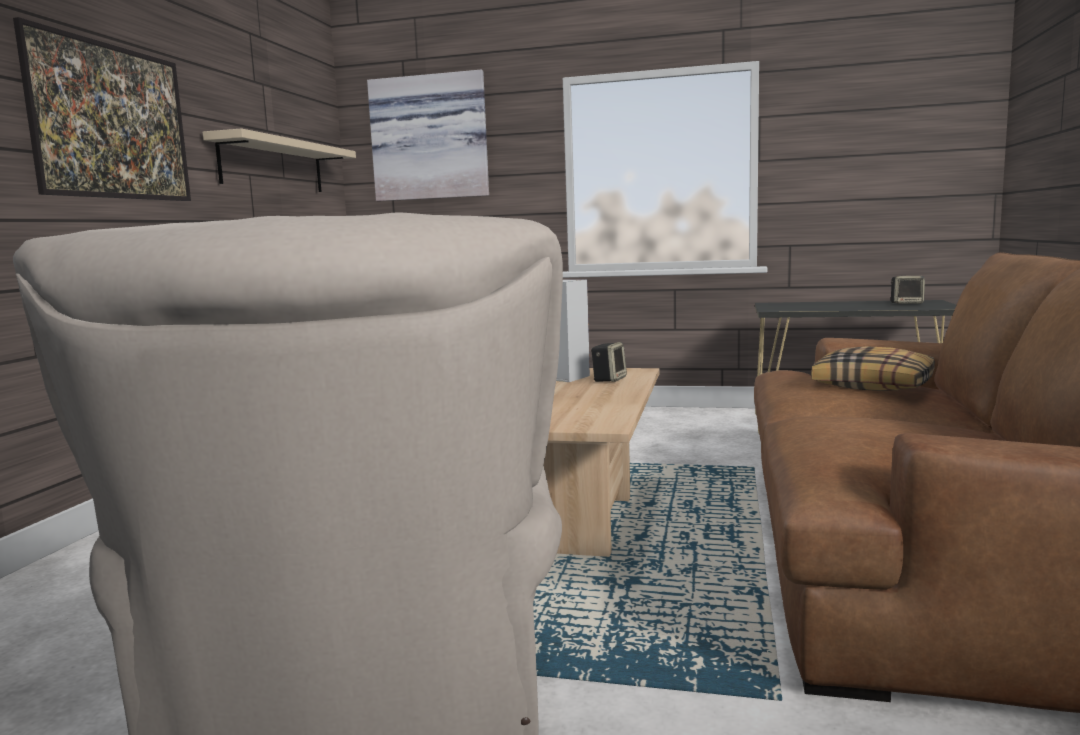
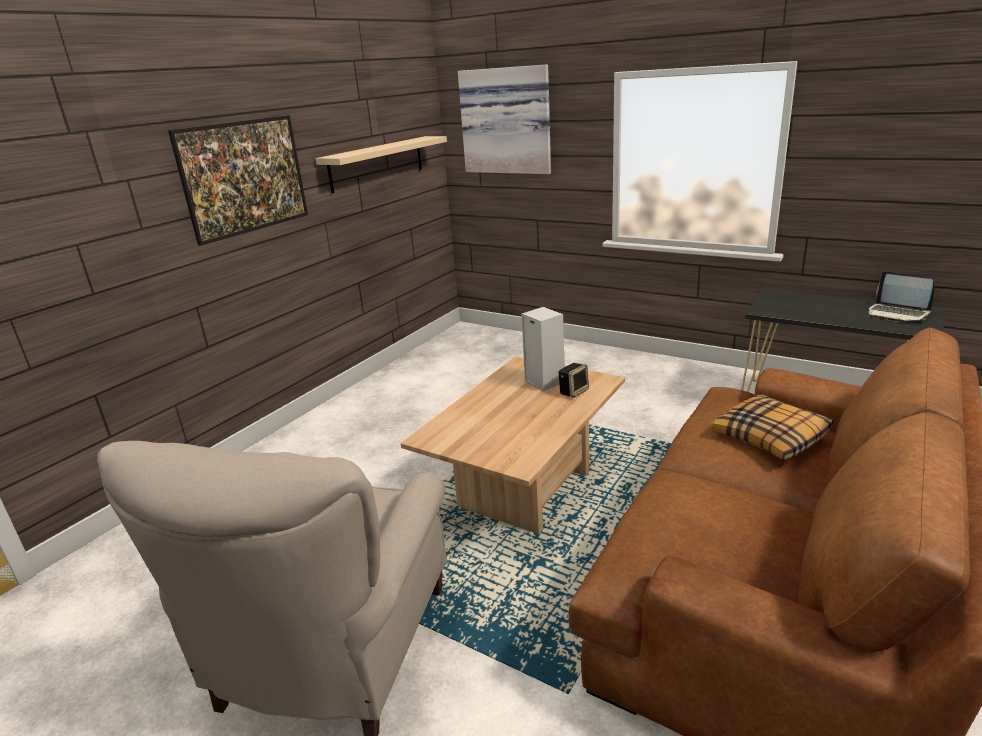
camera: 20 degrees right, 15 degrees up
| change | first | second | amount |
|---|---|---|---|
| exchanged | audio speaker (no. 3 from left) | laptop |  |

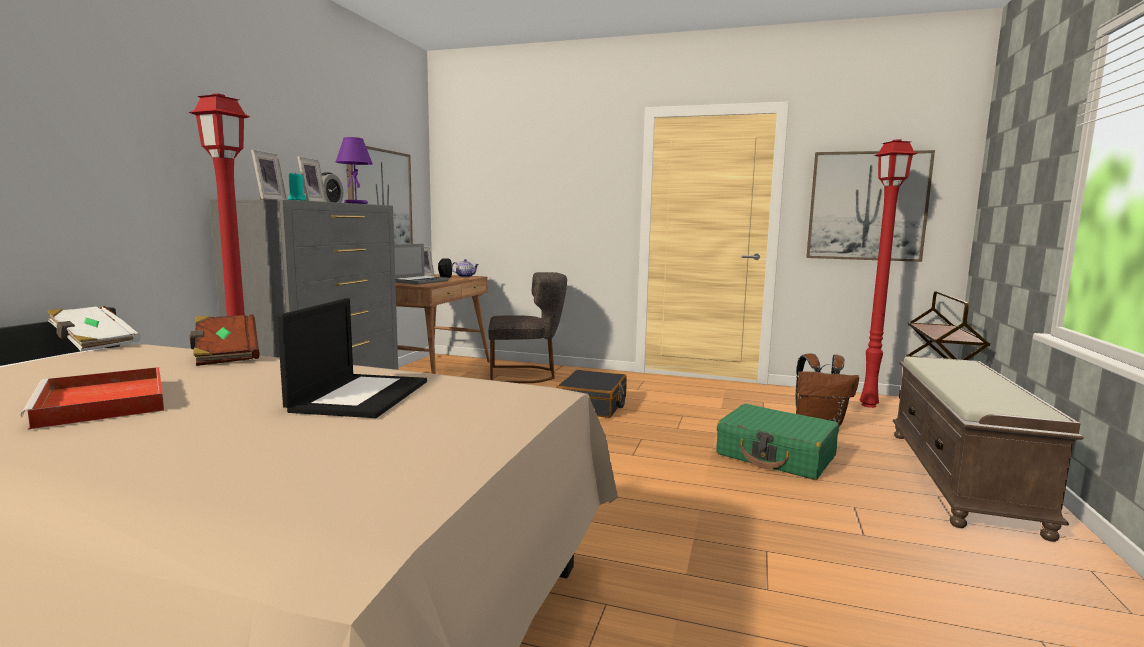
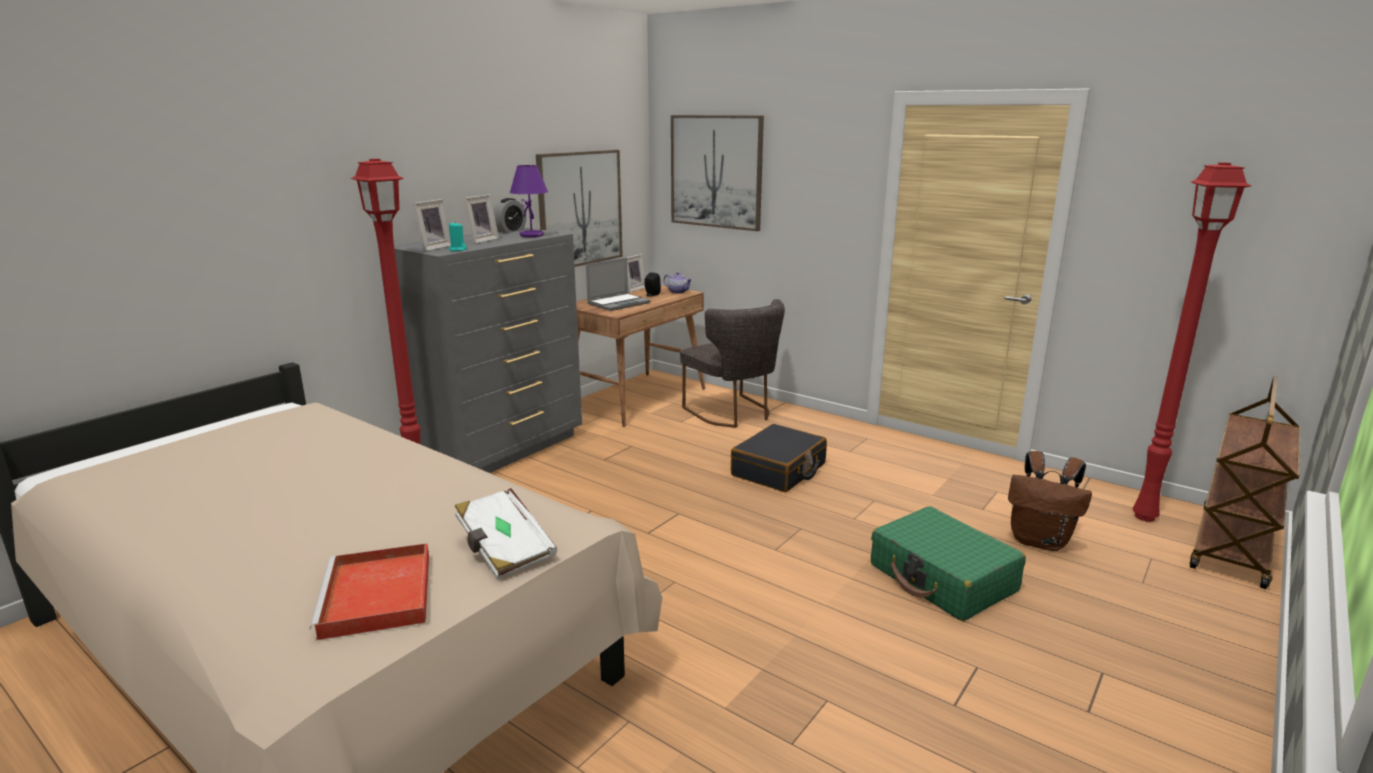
camera: 20 degrees right, 10 degrees up
| change | first | second | amount |
|---|---|---|---|
| relocated | red tray |  |  |
| relocated | white-coloured volume |  |  |
| relocated | wall art (no. 2 from left) |  |  |
| spun | gray chair |  | 45 degrees clockwise |
| missing | brown volume |  |  |
| missing | laptop (no. 1 from left) |  |  |
| missing | brown indoor bench |  |  |

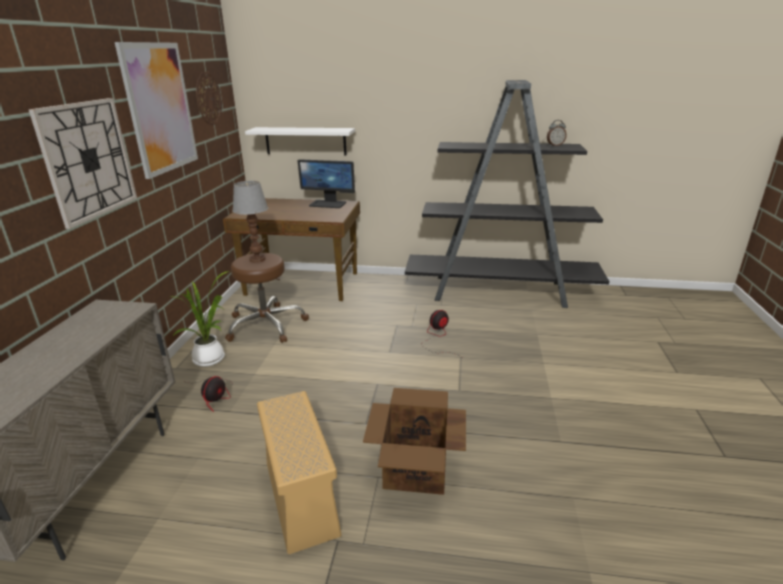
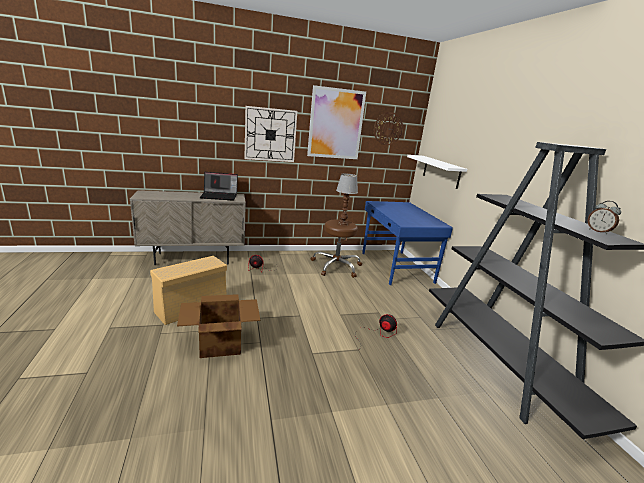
camera: 65 degrees right, 5 degrees down
| change | first | second | amount |
|---|---|---|---|
| appeared |  | laptop |  |
| colour | brown desk unit | bluish desk unit |  |
| missing | plant in a pot |  |  |
| missing | monitor |  |  |

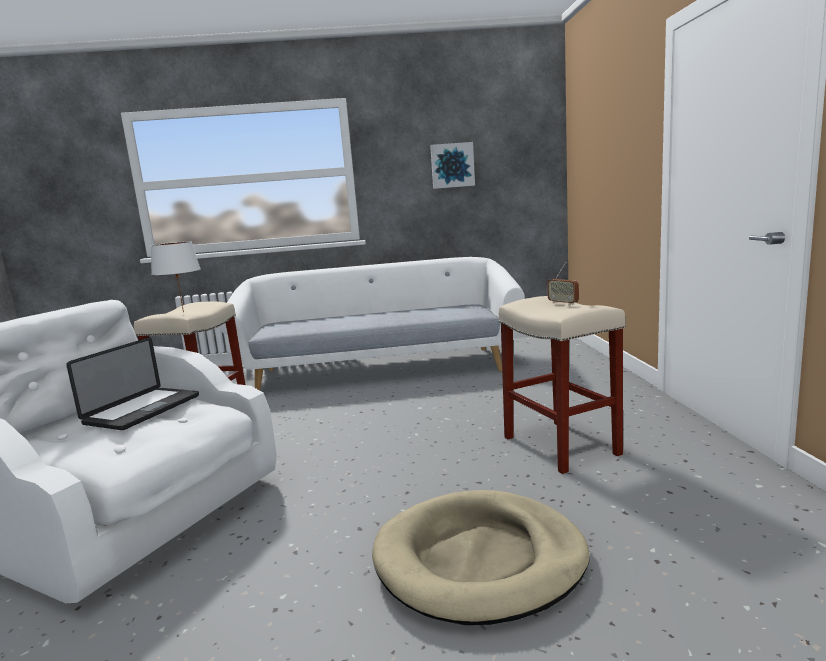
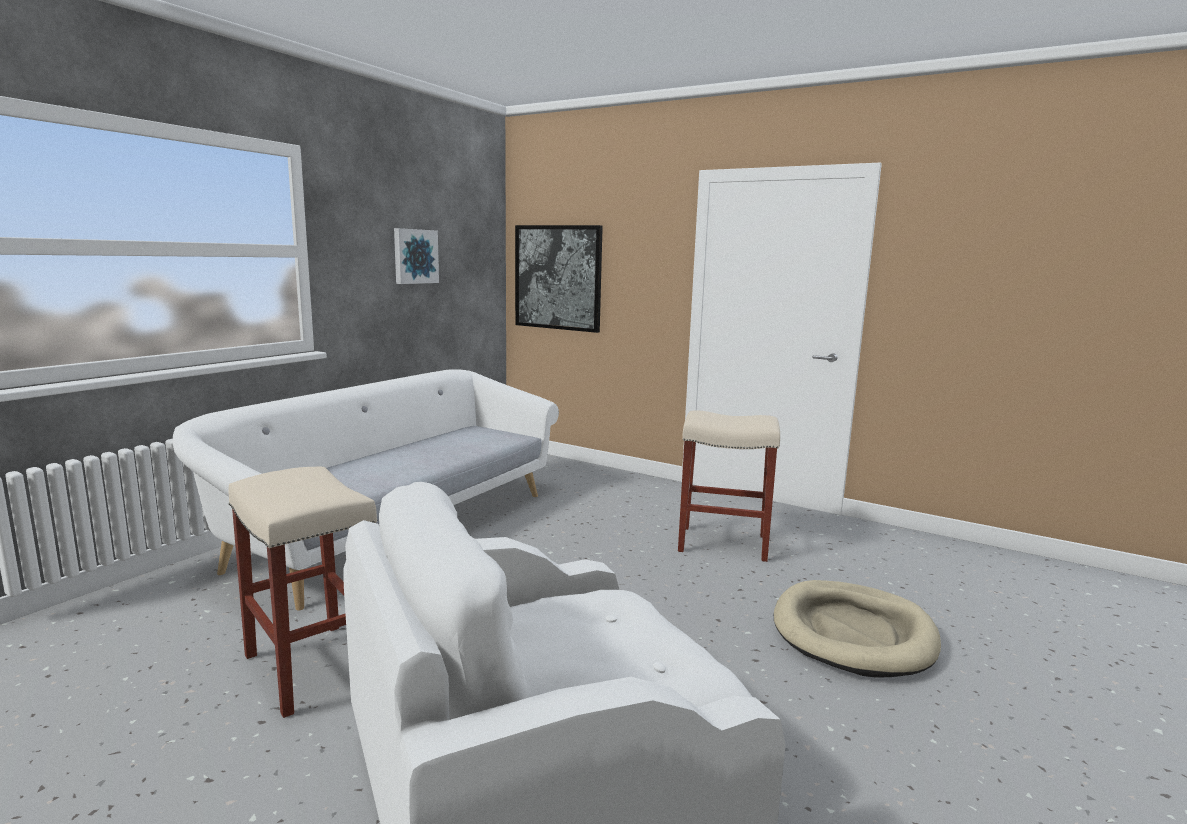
camera: 55 degrees left, 0 degrees up
| change | first | second | amount |
|---|---|---|---|
| appeared |  | wall art (no. 2 from left) |  |
| missing | laptop |  |  |
| missing | white-coloured table lamp |  |  |
| missing | radio |  |  |

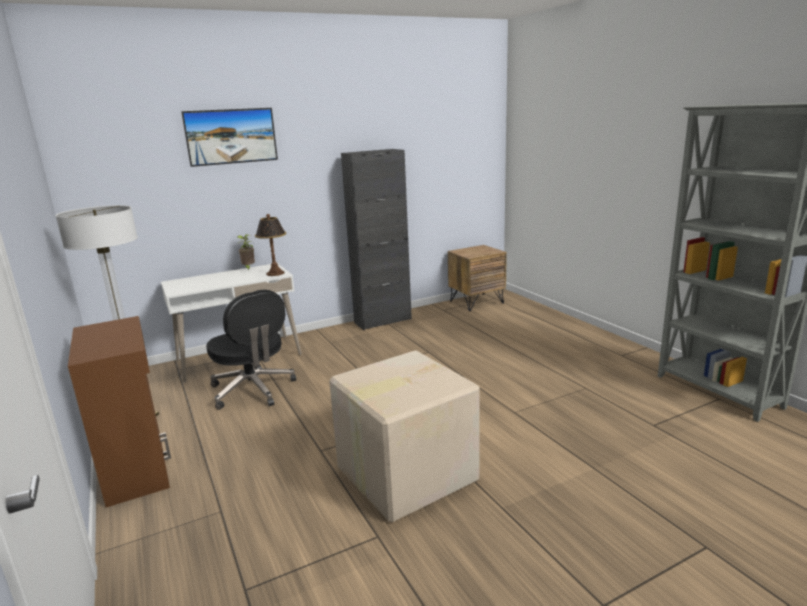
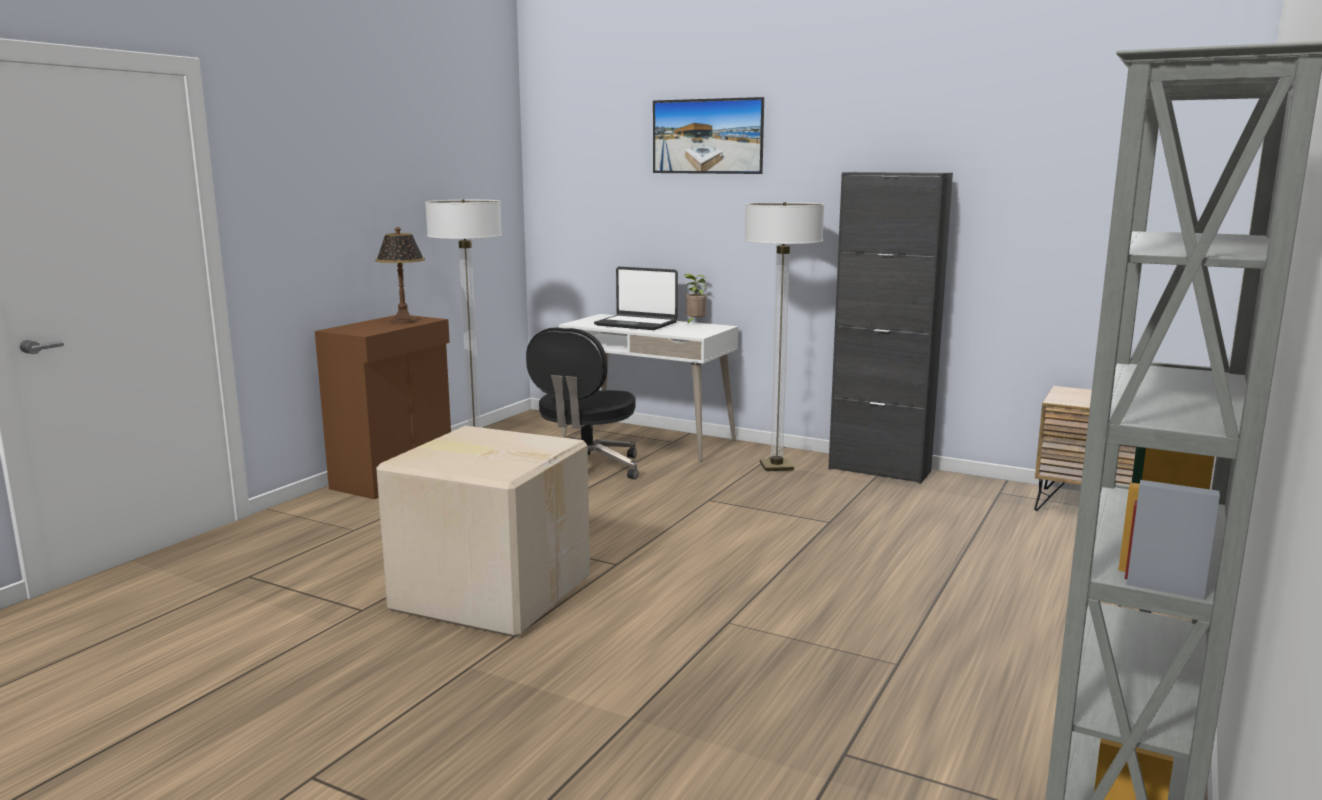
camera: 55 degrees right, 5 degrees down
| change | first | second | amount |
|---|---|---|---|
| relocated | table lamp |  |  |
| appeared |  | laptop |  |
| appeared |  | standing lamp (no. 2 from left) |  |

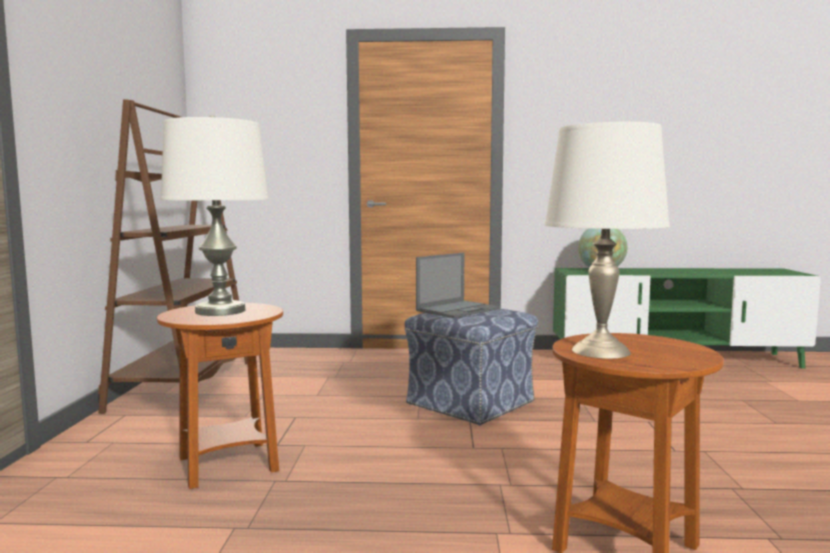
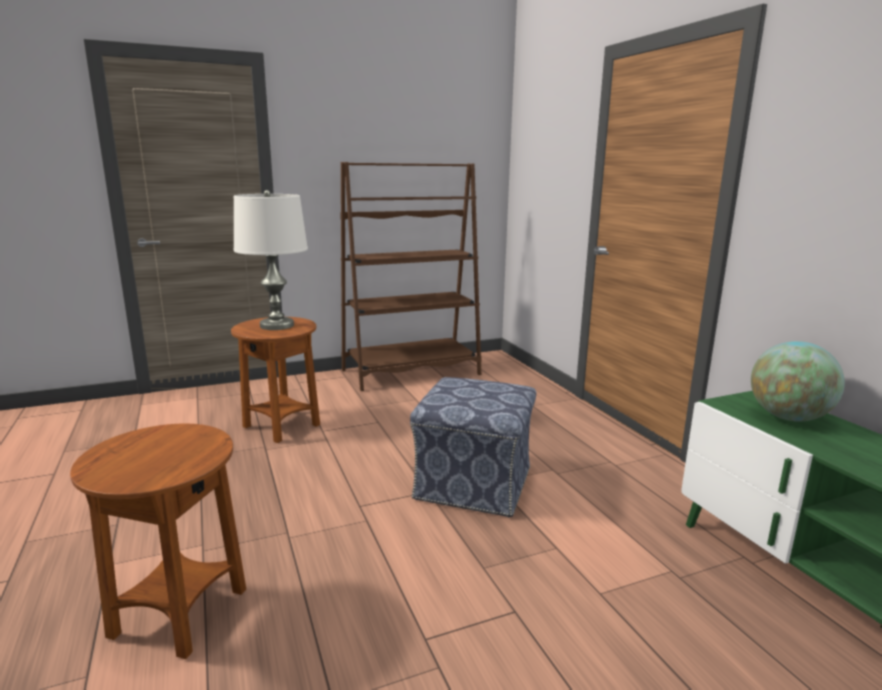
camera: 65 degrees right, 10 degrees up
| change | first | second | amount |
|---|---|---|---|
| missing | laptop |  |  |
| missing | white-coloured table lamp (no. 2 from left) |  |  |

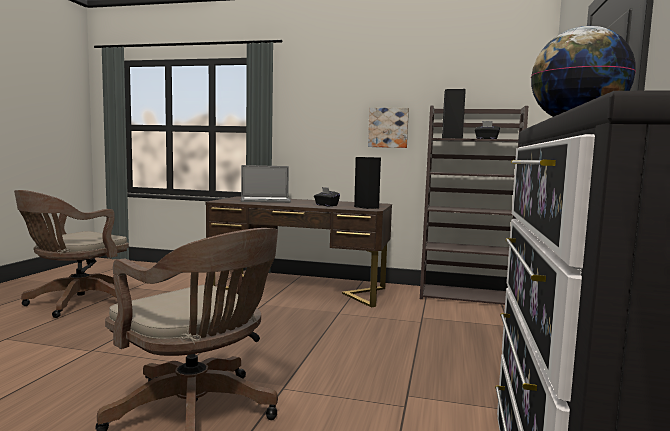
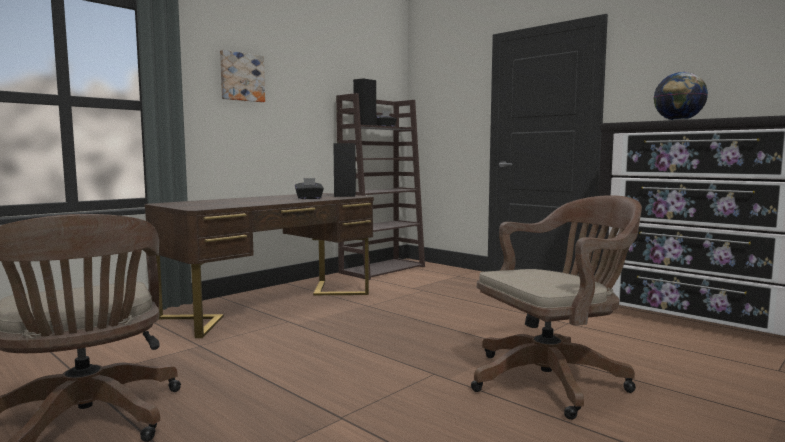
camera: 60 degrees left, 0 degrees up
| change | first | second | amount |
|---|---|---|---|
| relocated | wall art |  |  |
| missing | laptop |  |  |

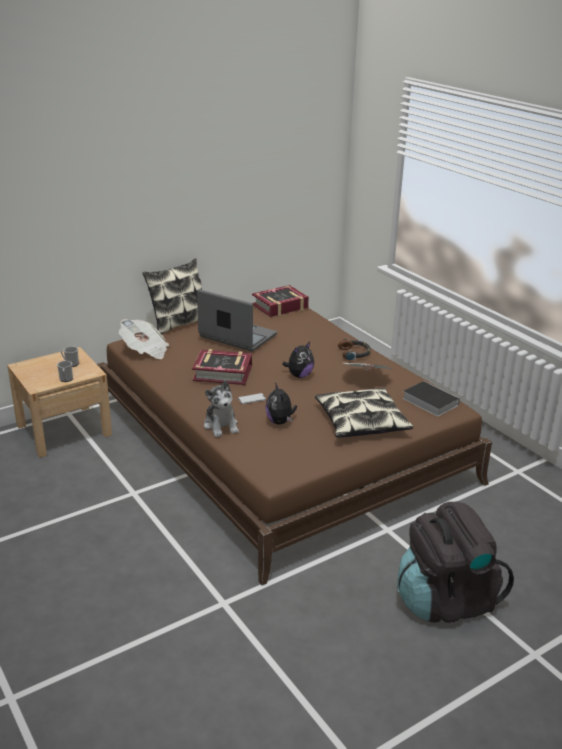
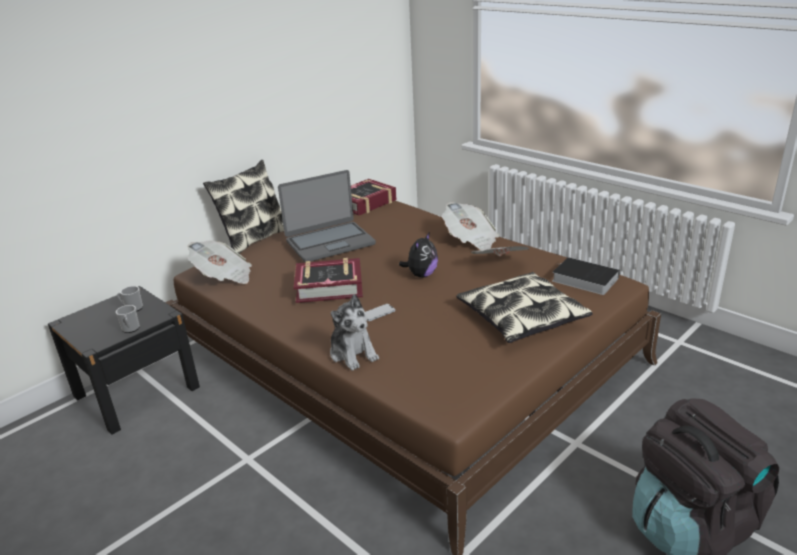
camera: 10 degrees left, 0 degrees up
| change | first | second | amount |
|---|---|---|---|
| colour | sand-coloured night table | blackish night table |  |
| spun | laptop |  | 135 degrees clockwise |
| exchanged | headset | printed paper (no. 2 from left) |  |
| missing | cuddly toy (no. 2 from left) |  |  |

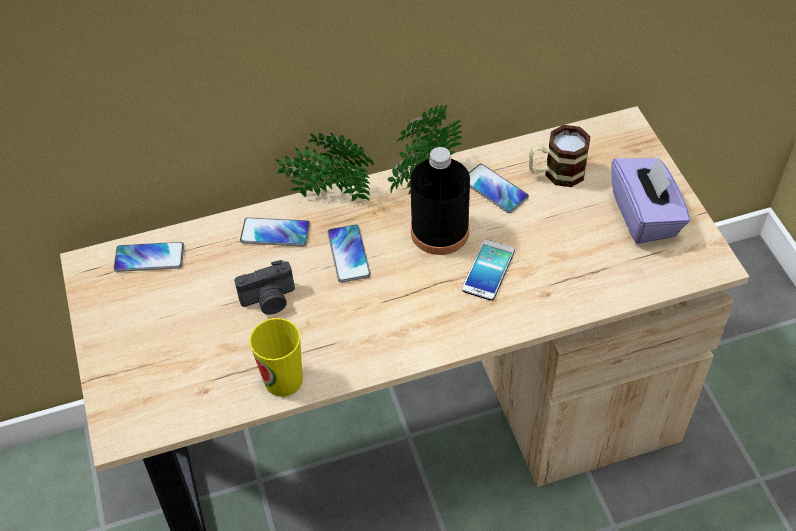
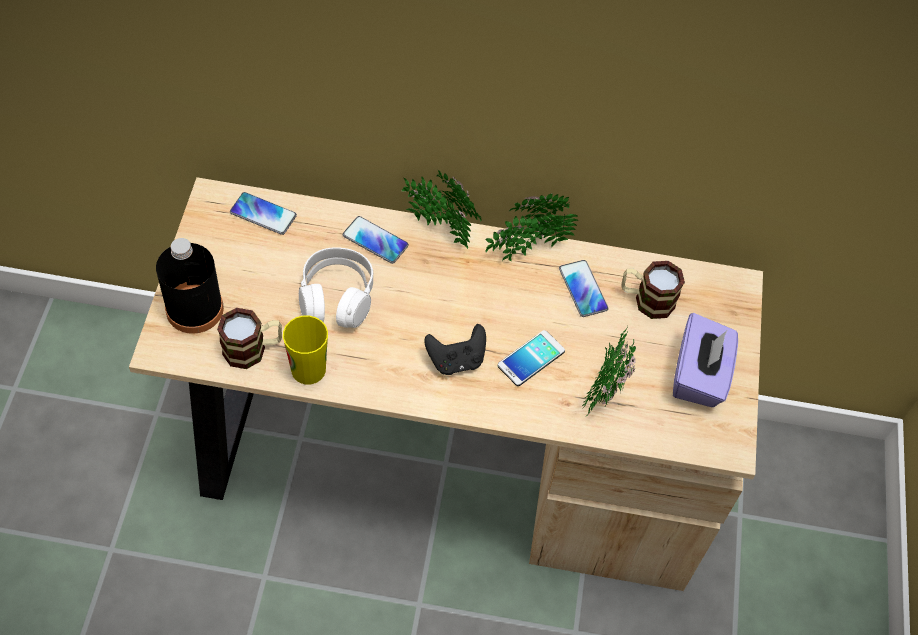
camera: 20 degrees right, 5 degrees up
| change | first | second | amount |
|---|---|---|---|
| relocated | blackish drink bottle |  |  |
| appeared |  | tea mug (no. 1 from left) |  |
| exchanged | photo camera | white-coloured headset |  |
| appeared |  | blackish gamepad |  |
| appeared |  | plant in a pot (no. 3 from left) |  |
| missing | handset (no. 3 from left) |  |  |

